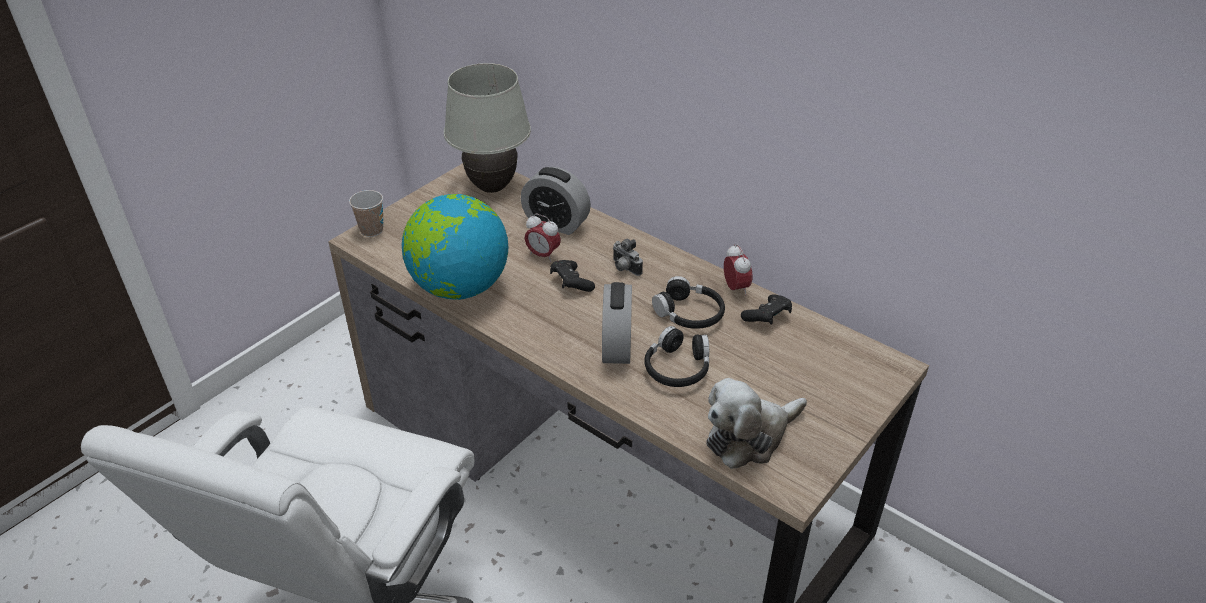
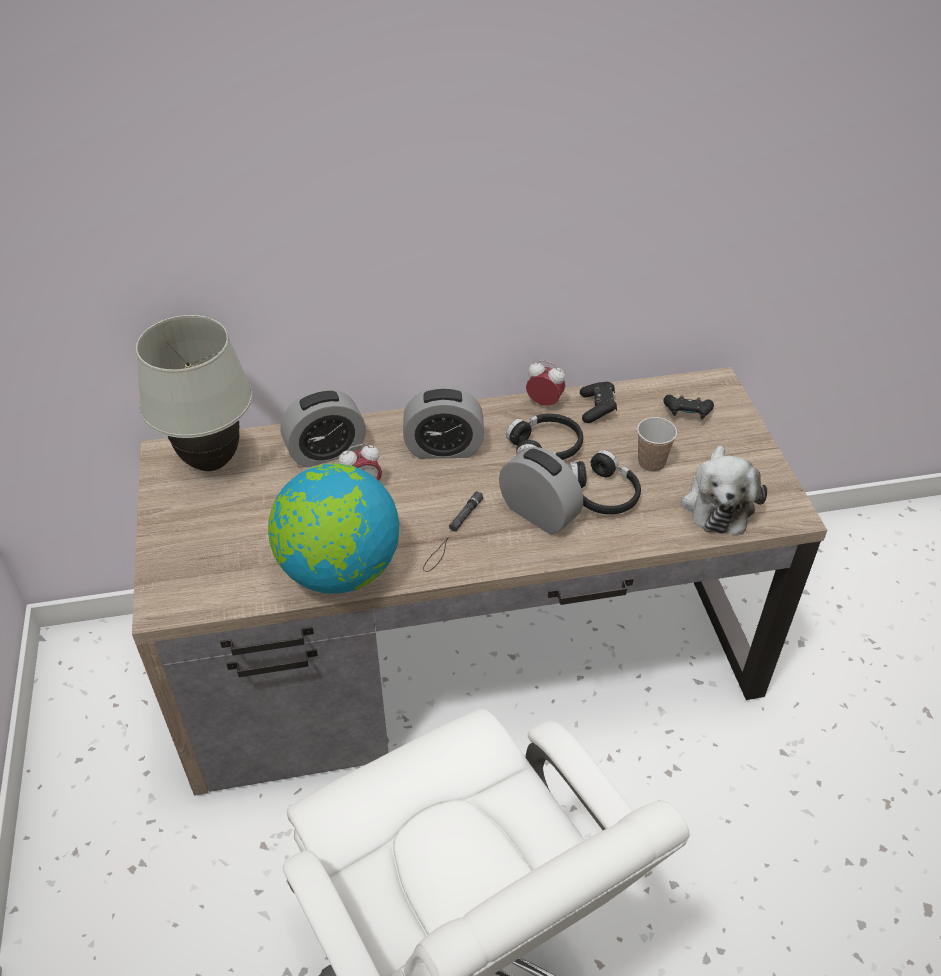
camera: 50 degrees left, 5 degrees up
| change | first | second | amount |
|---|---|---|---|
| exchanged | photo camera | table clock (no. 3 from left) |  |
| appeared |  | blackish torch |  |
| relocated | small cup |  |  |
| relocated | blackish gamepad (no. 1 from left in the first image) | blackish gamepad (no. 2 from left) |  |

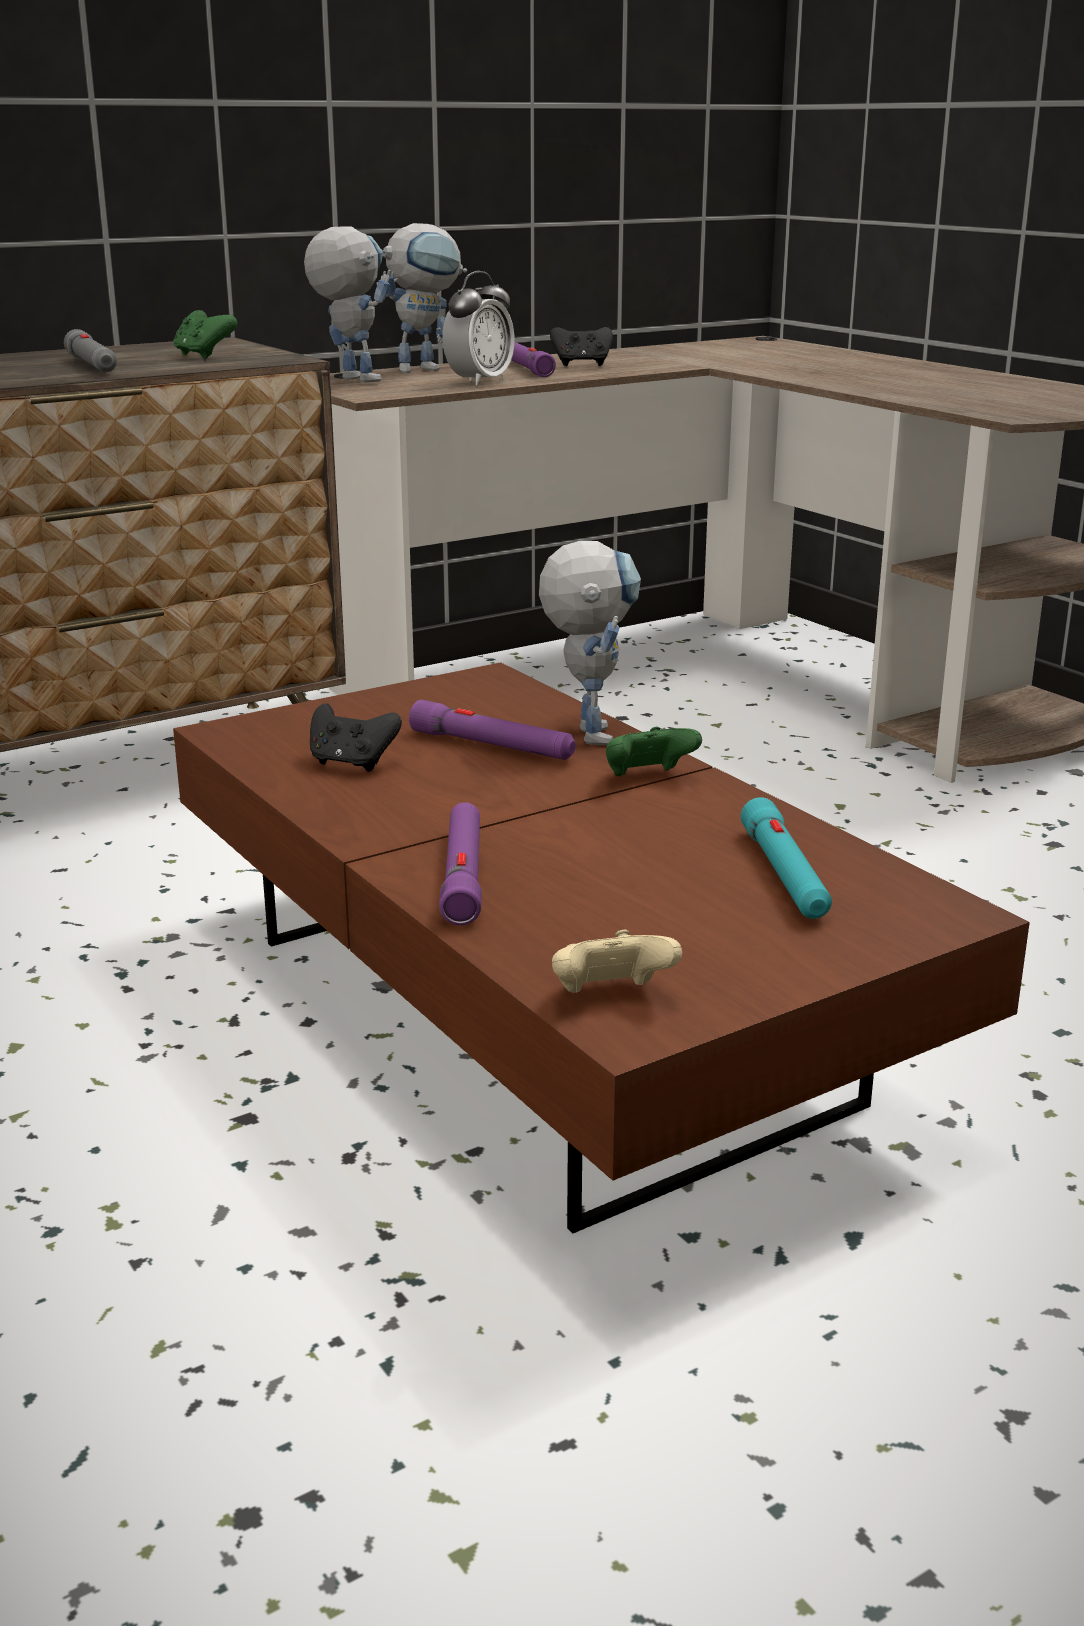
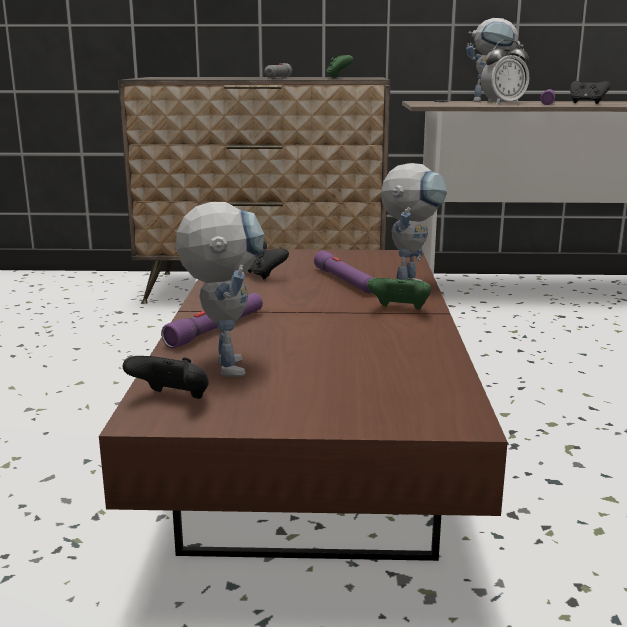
camera: 35 degrees right, 5 degrees down
| change | first | second | amount |
|---|---|---|---|
| colour | sand-coloured gamepad | blackish gamepad (no. 1 from left) |  |
| relocated | toy robot (no. 1 from left) |  |  |
| missing | turquoise-coloured torch |  |  |

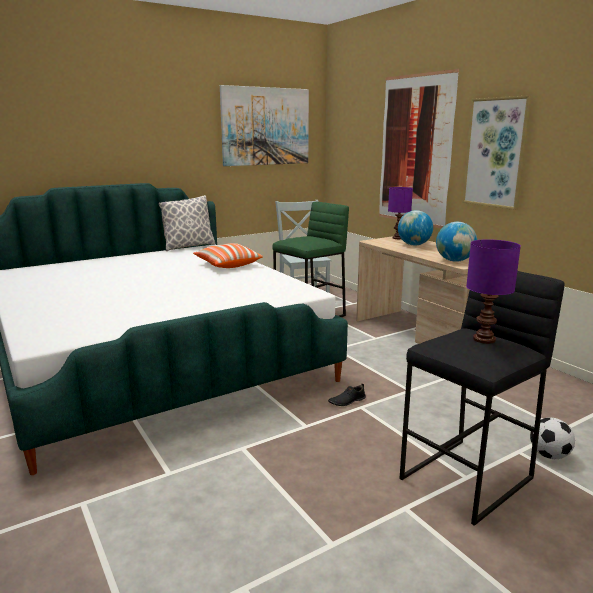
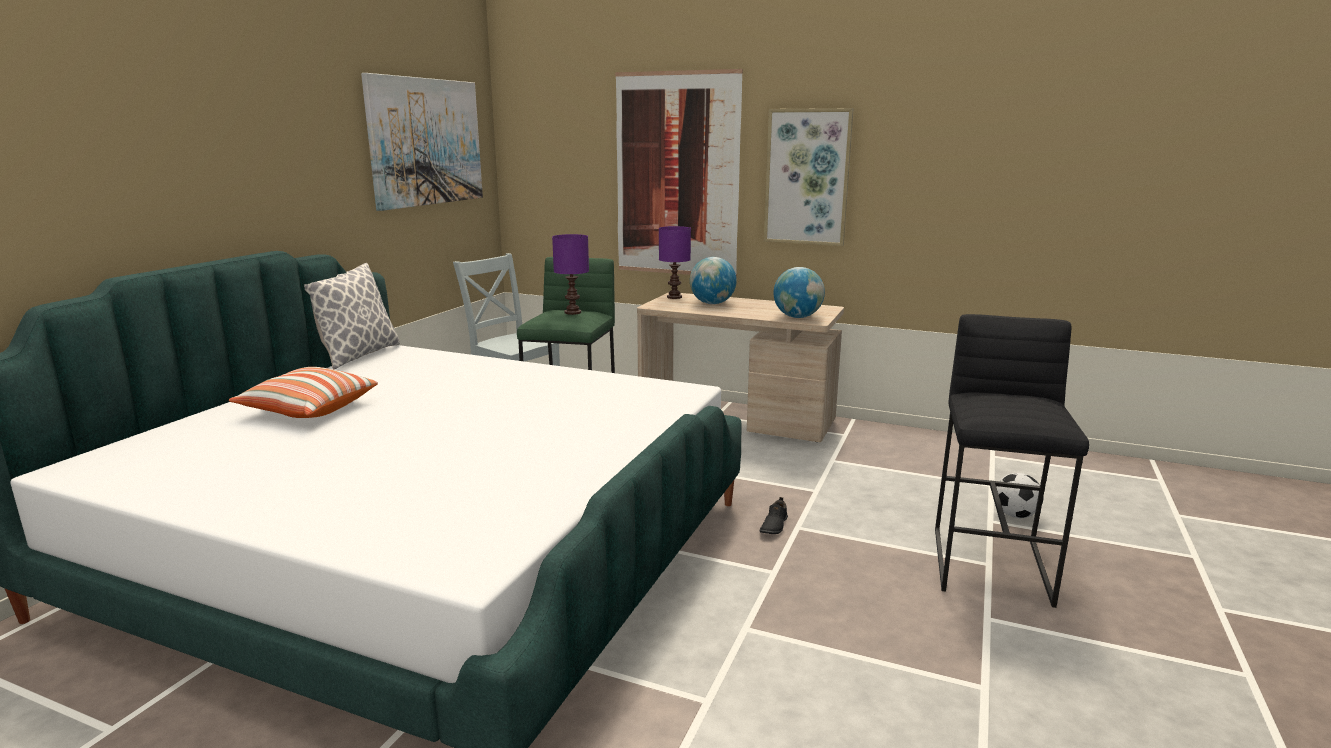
camera: 35 degrees left, 0 degrees up
| change | first | second | amount |
|---|---|---|---|
| relocated | pillow (no. 2 from left in the first image) | pillow (no. 1 from left) |  |
| relocated | purple-coloured table lamp (no. 2 from left in the first image) | purple-coloured table lamp (no. 1 from left) |  |

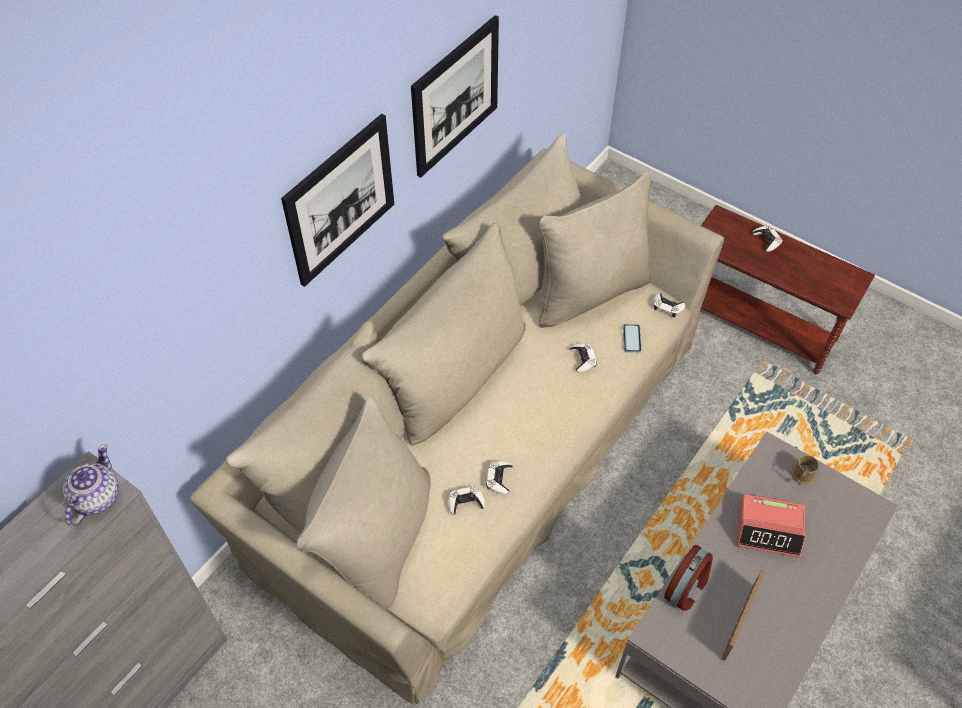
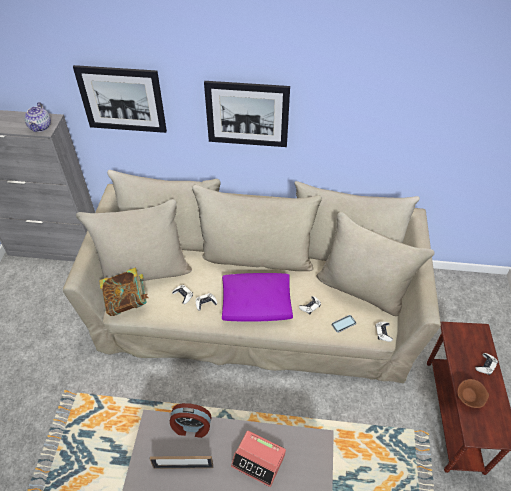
camera: 60 degrees right, 5 degrees down
| change | first | second | amount |
|---|---|---|---|
| spun | pot for tea |  | 105 degrees clockwise |
| relocated | wall art (no. 2 from left in the first image) | wall art (no. 1 from left) |  |
| appeared |  | volume |  |
| appeared |  | purple-coloured pillow |  |
| spun | table clock (no. 2 from left) |  | 45 degrees counterclockwise |
| appeared |  | brown bowl |  |
| missing | brown tea mug |  |  |

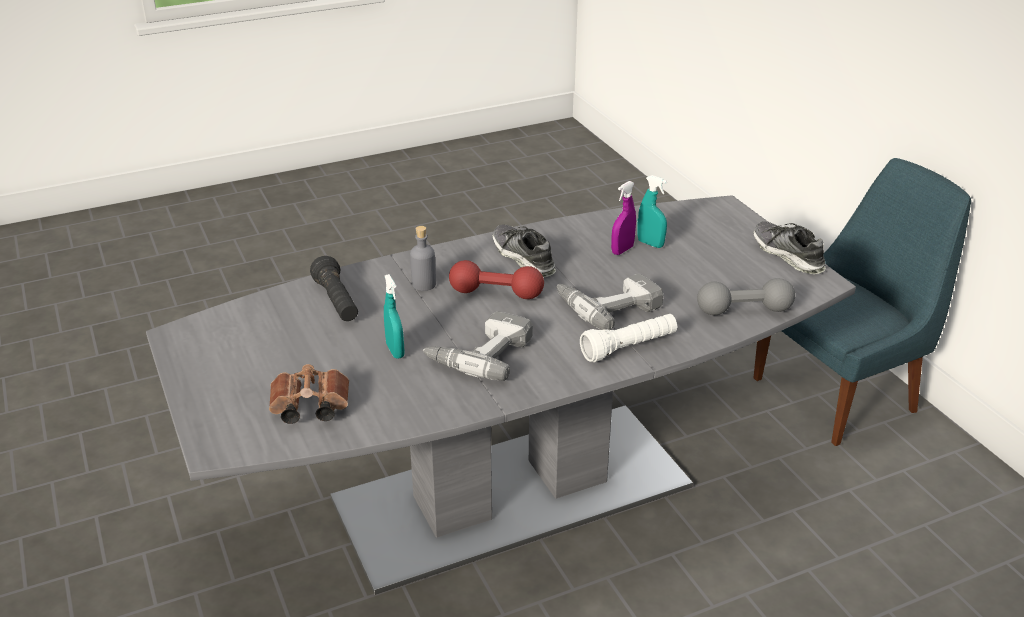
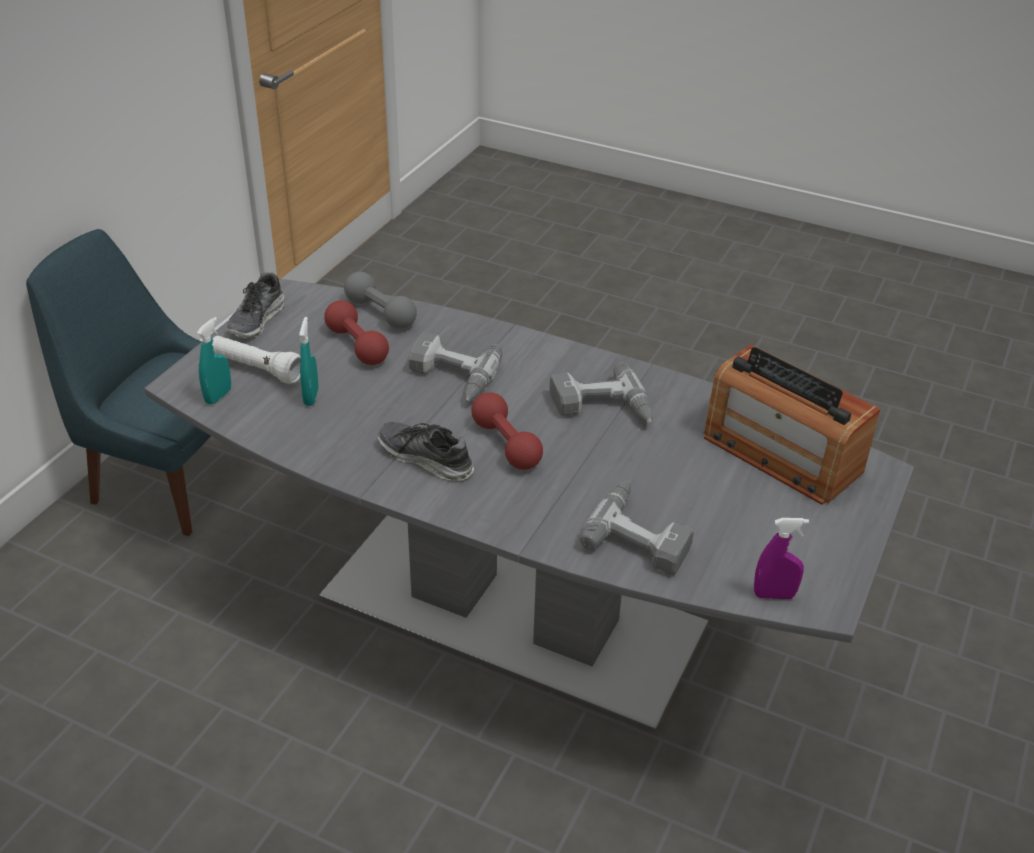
camera: 130 degrees left, 5 degrees up
| change | first | second | amount |
|---|---|---|---|
| relocated | turquoise-coloured sprayer (no. 1 from left) |  |  |
| relocated | white-coloured torch |  |  |
| appeared |  | red free weight (no. 1 from left) |  |
| spun | low shoe (no. 1 from left in the first image) | low shoe (no. 2 from left) | 105 degrees clockwise |
| exchanged | blackish torch | electric drill (no. 3 from left) |  |
| exchanged | brown pair of binoculars | radio |  |
| relocated | purple-coloured sprayer |  |  |
| missing | gray drink bottle |  |  |

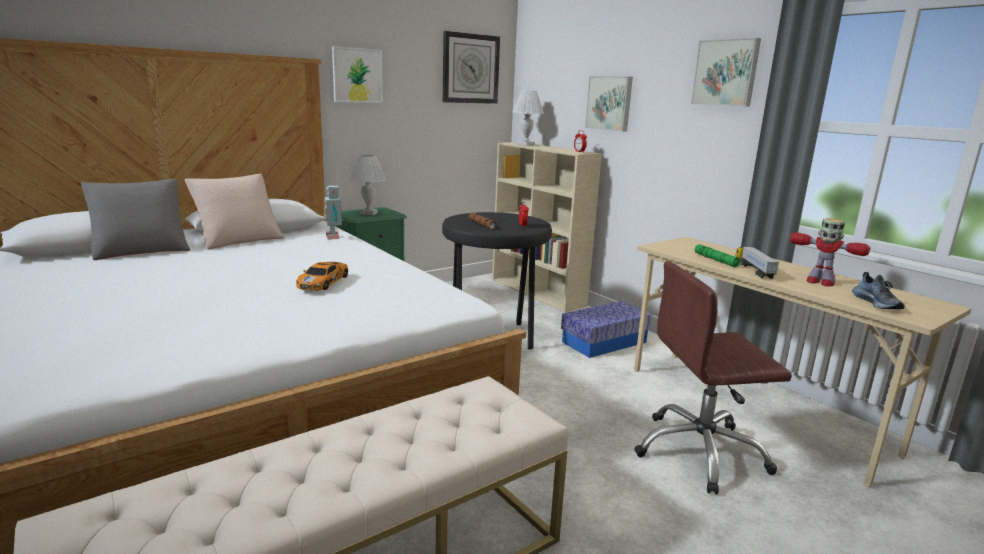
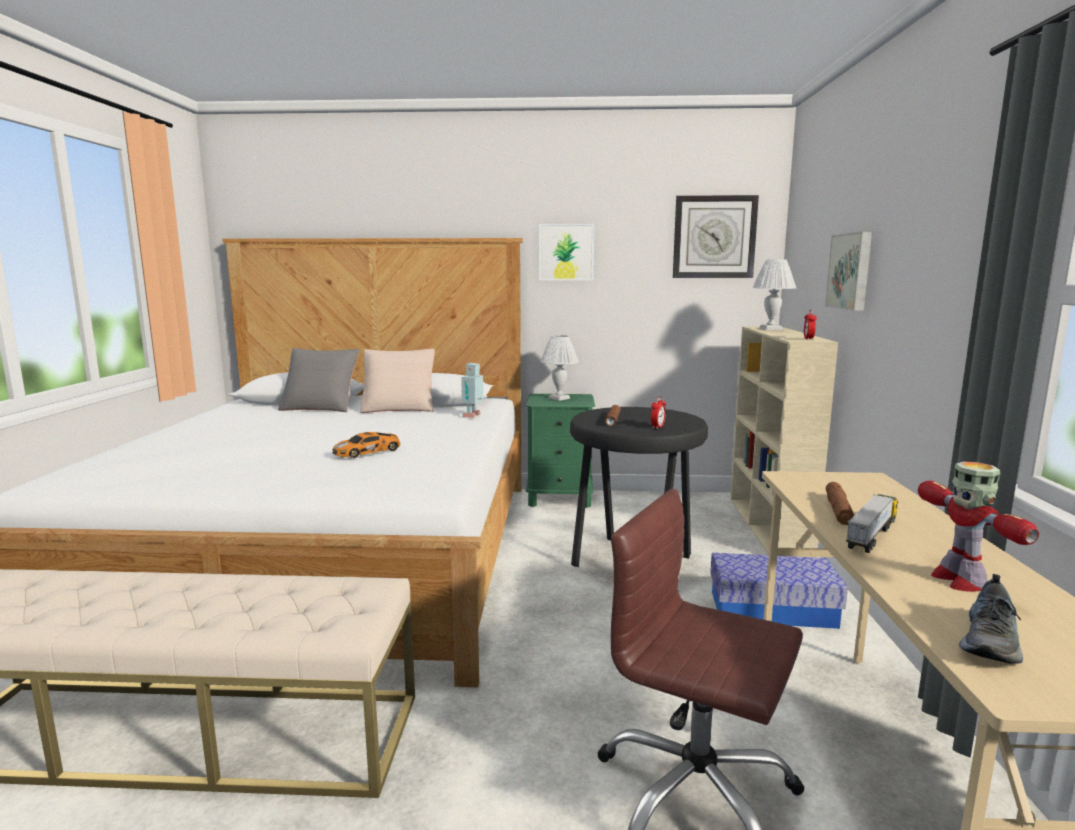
camera: 40 degrees right, 5 degrees down
| change | first | second | amount |
|---|---|---|---|
| colour | greenish torch | brown torch (no. 2 from left) |  |
| missing | wall art (no. 3 from left) |  |  |

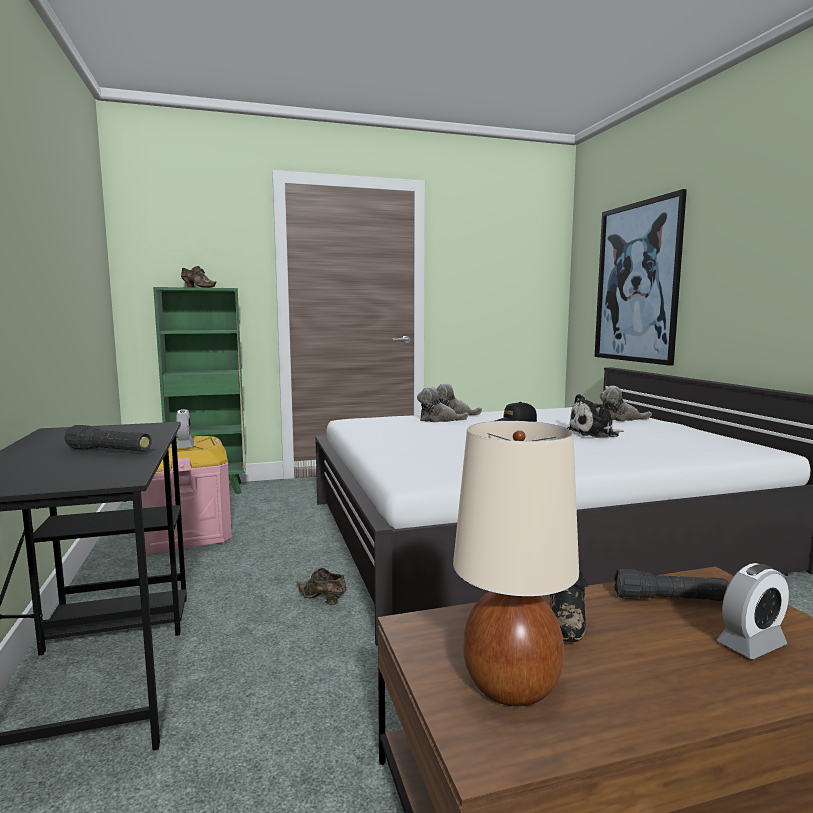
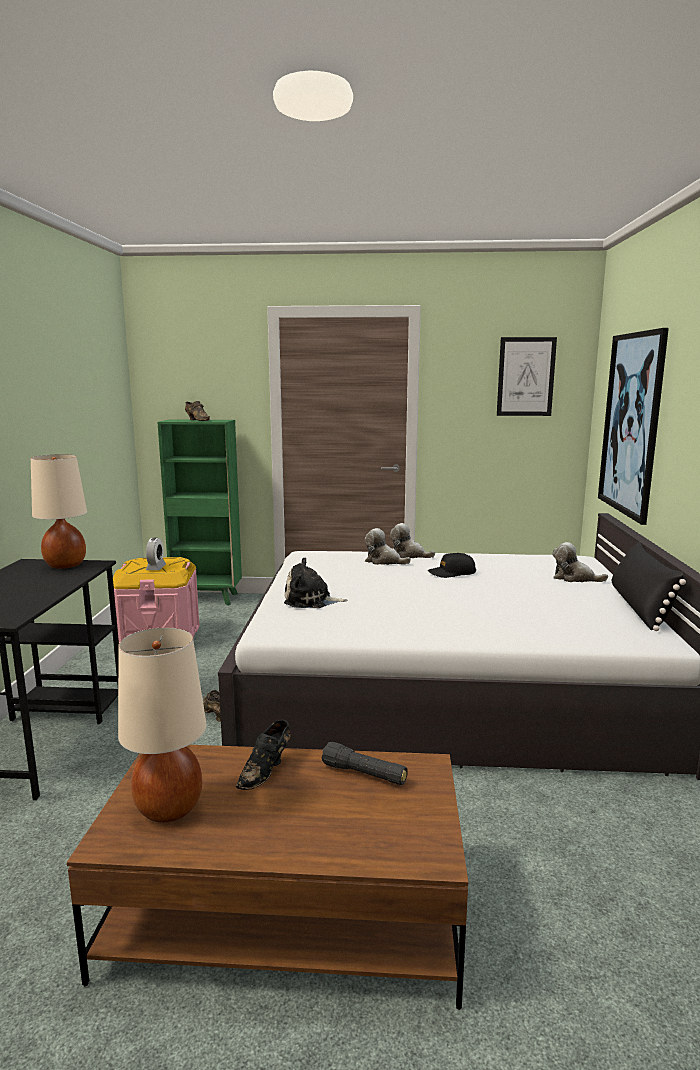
camera: 20 degrees right, 5 degrees up
| change | first | second | amount |
|---|---|---|---|
| appeared |  | sand-coloured table lamp (no. 1 from left) |  |
| relocated | cuddly toy (no. 3 from left in the first image) | cuddly toy (no. 1 from left) |  |
| appeared |  | wall art (no. 1 from left) |  |
| appeared |  | blackish pillow |  |
| missing | blackish torch (no. 1 from left) |  |  |
| missing | table clock (no. 2 from left) |  |  |

